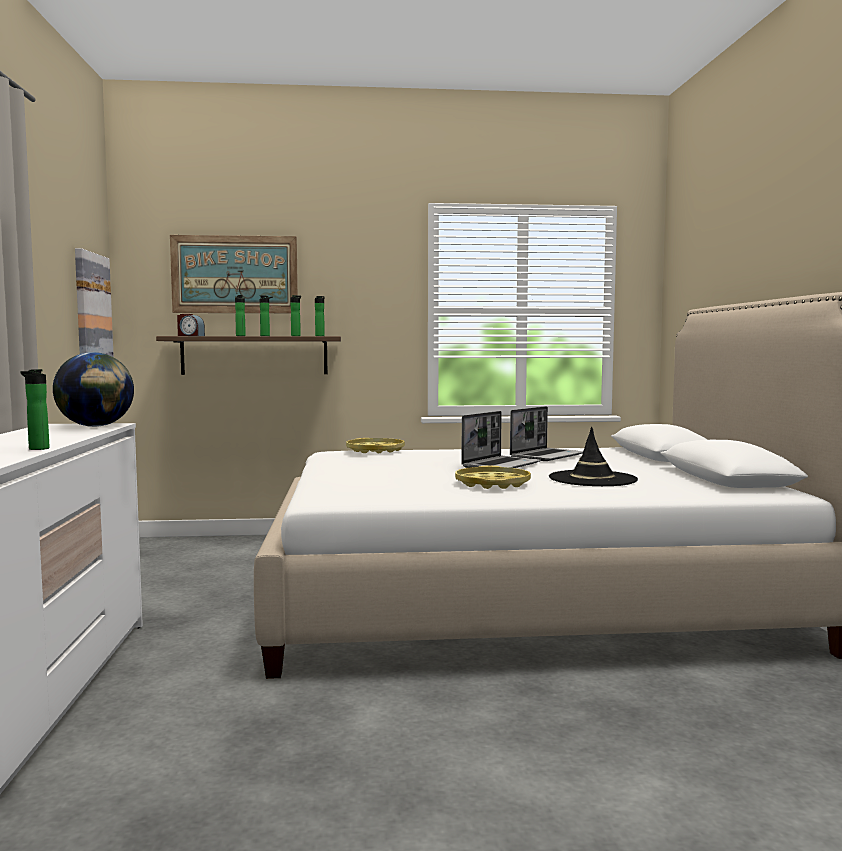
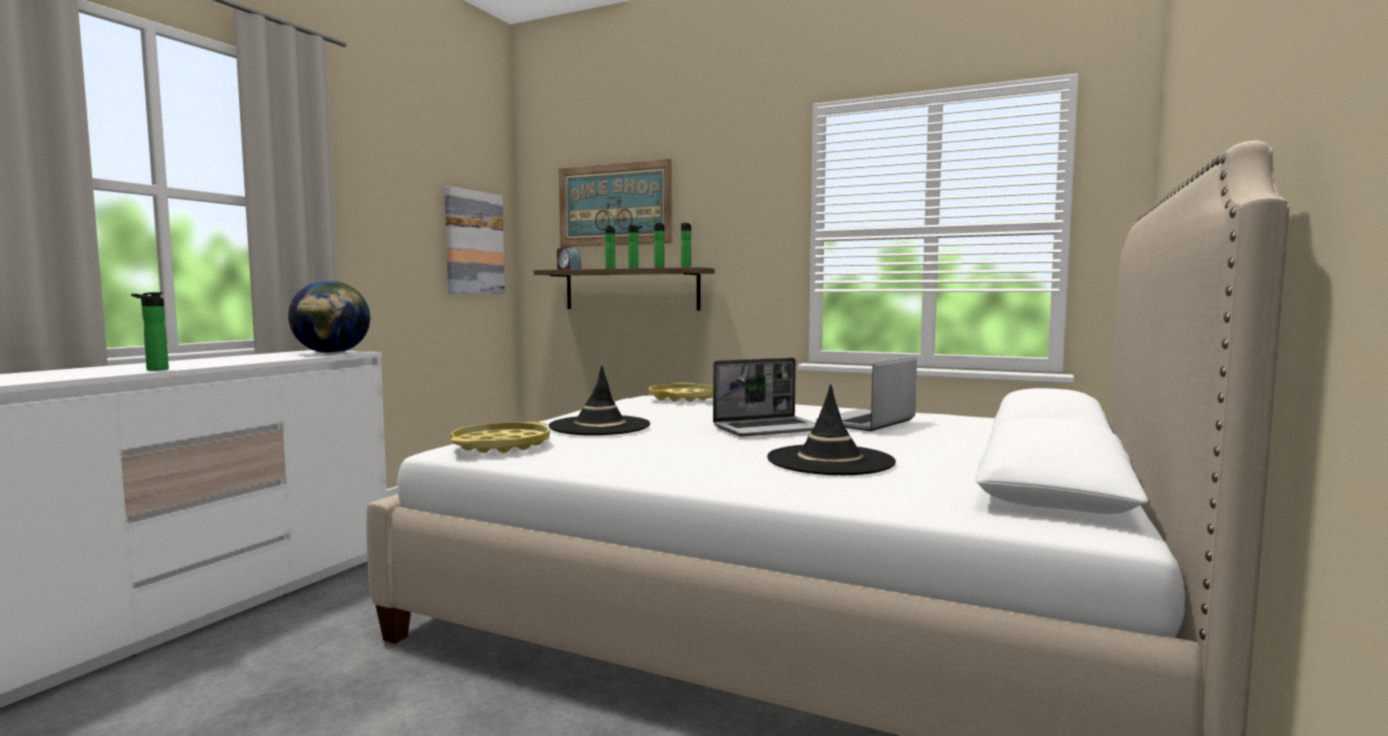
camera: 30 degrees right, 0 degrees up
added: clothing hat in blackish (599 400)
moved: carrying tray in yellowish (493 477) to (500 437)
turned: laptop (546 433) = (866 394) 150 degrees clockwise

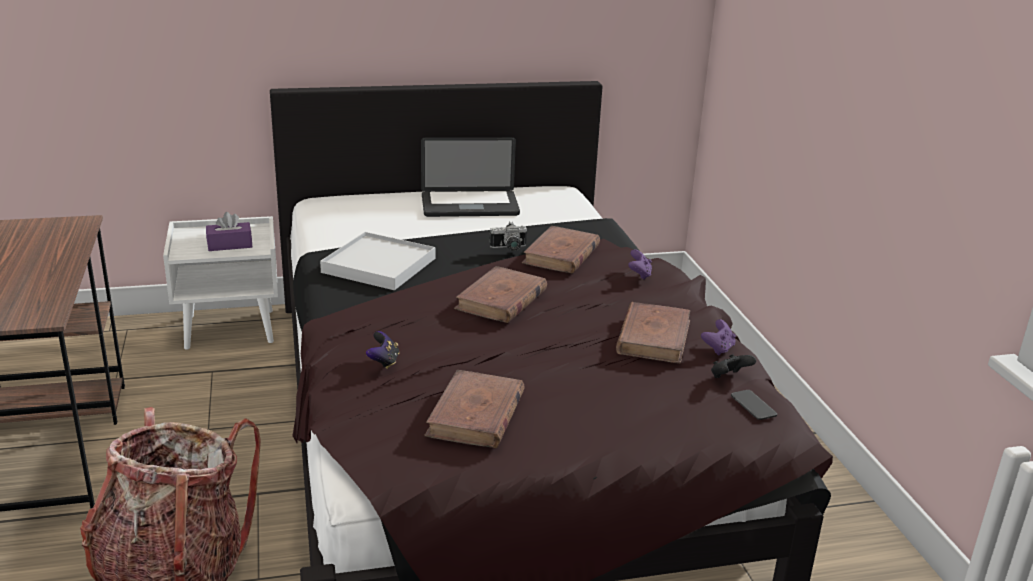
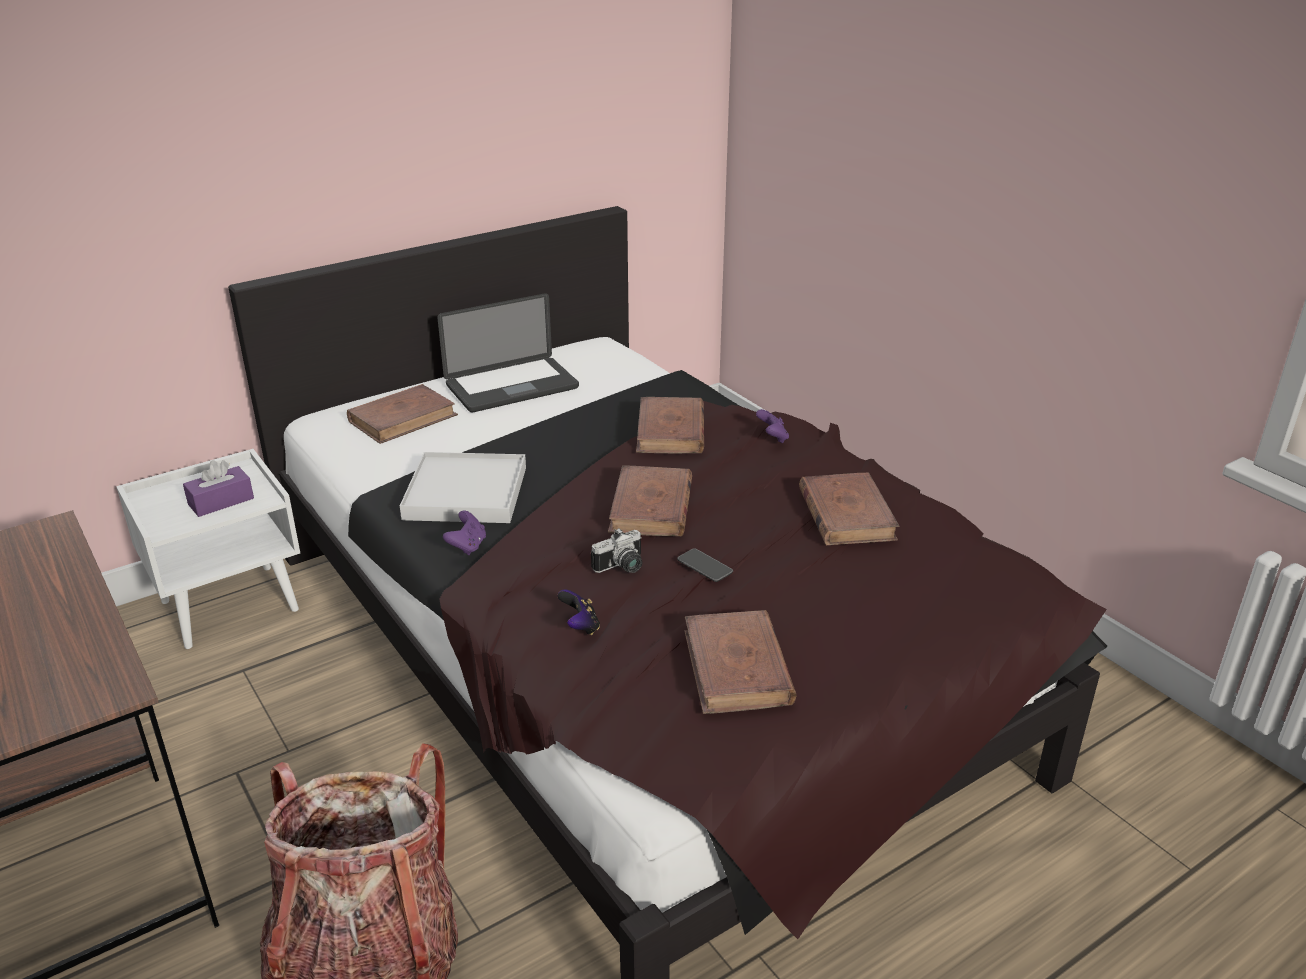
camera: 20 degrees left, 5 degrees up
removed: gamepad in blackish (733 366)
added: bound book in brownish (402 414)
moved: still camera (508 236) to (616 550); gamepad in purplish (718 337) to (464 533); phone (754 405) to (705 565)

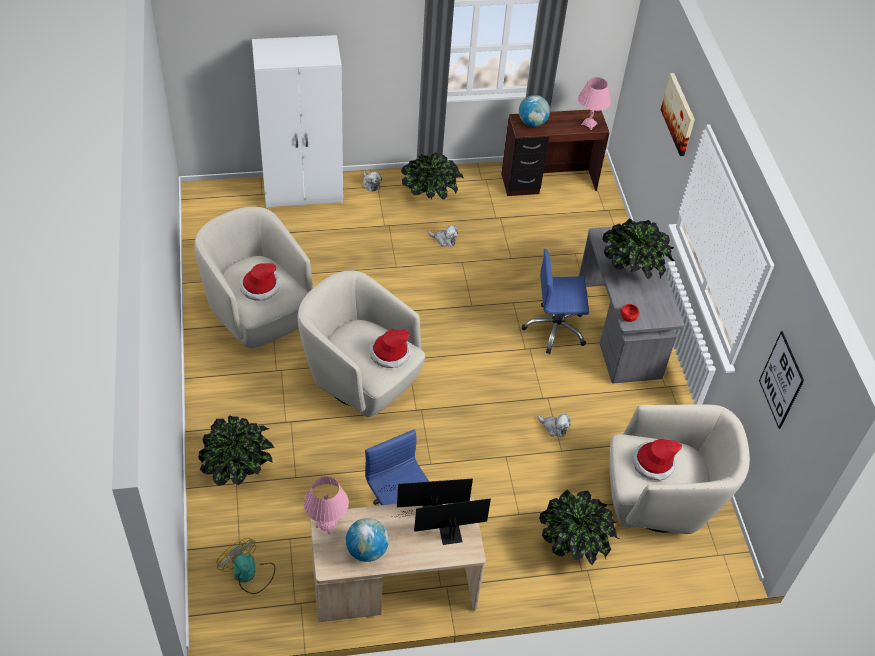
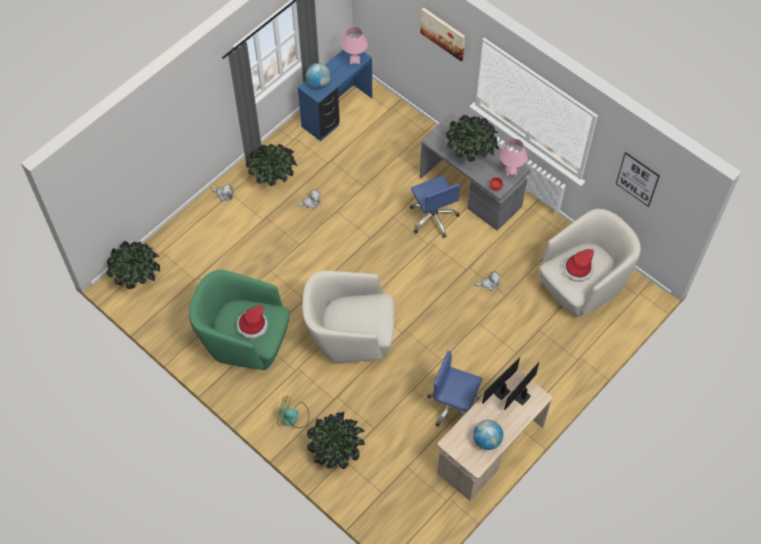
camera: 35 degrees left, 10 degrees up
removed: armoire in white (297 121); clothing hat (390 348)
moved: lamp for a table in pinkish (326 505) to (514 157); plant in a pot (579 527) to (133 265); fan (246 566) to (293 412)
recoloured: desk table in brownish (555 153) to desk table in blue-coloured (335 95); lounge chair in sand-coloured (254 277) to lounge chair in greenish (239 320)
turned: computer chair in blue-coloured (555 301) = (435 206) 75 degrees counterclockwise

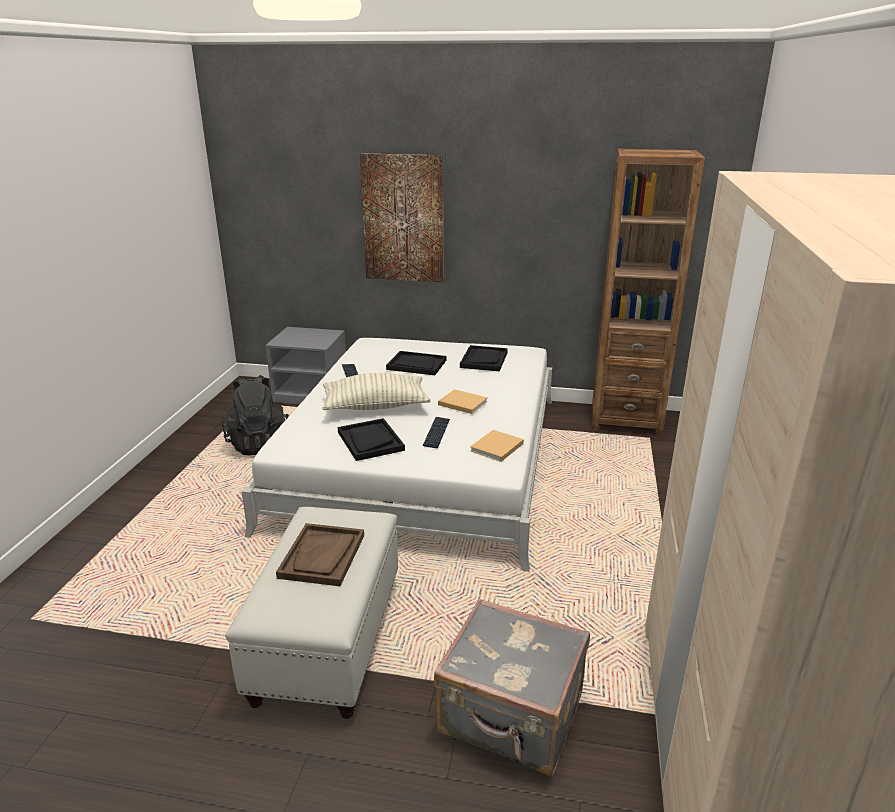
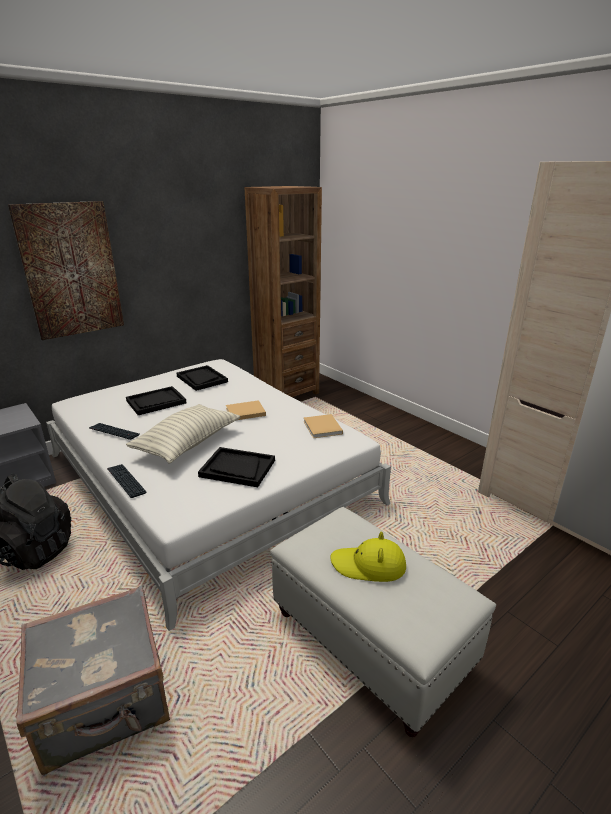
camera: 50 degrees left, 0 degrees up
moved: keyboard (436 432) to (126 481); suitcase in greyish (512 687) to (93 680)
replaced: carrying tray in brownish (320 554) to clothing hat in yellowish (368 556)

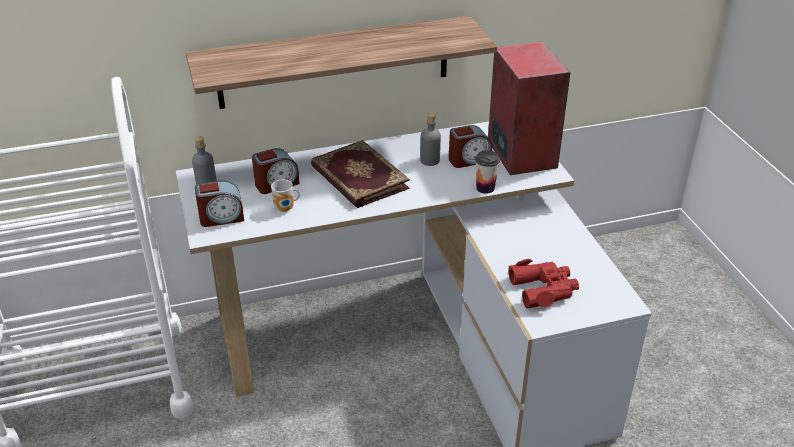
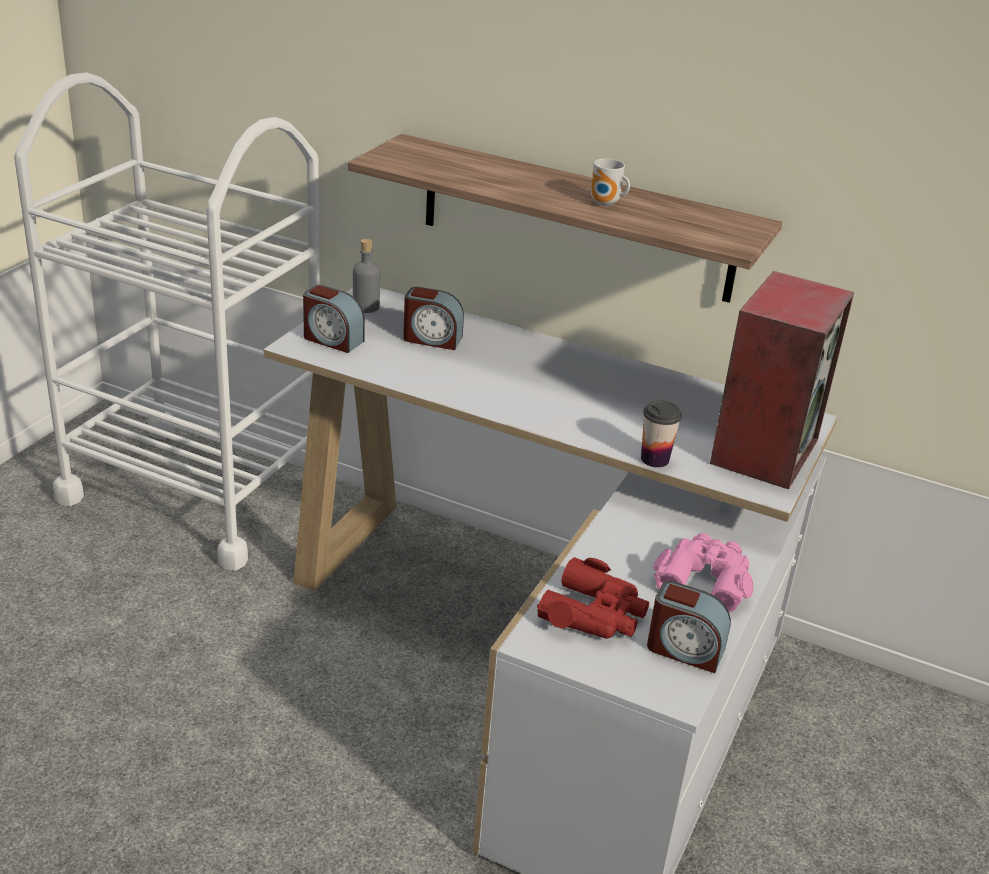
camera: 40 degrees right, 5 degrees down
removed: drink bottle in greyish (430 139); bound book (360 174)
added: binoculars in pinkish (703 572)
moved: alarm clock (470 146) to (689 627); tea mug (285 196) to (610 182)

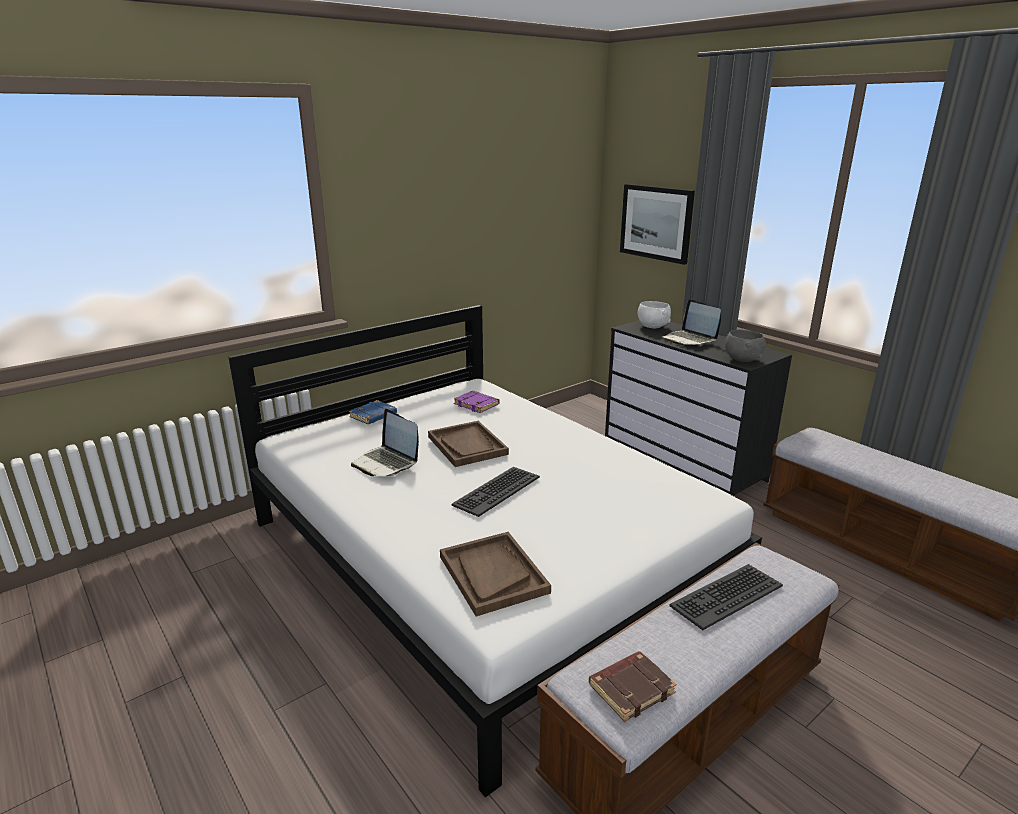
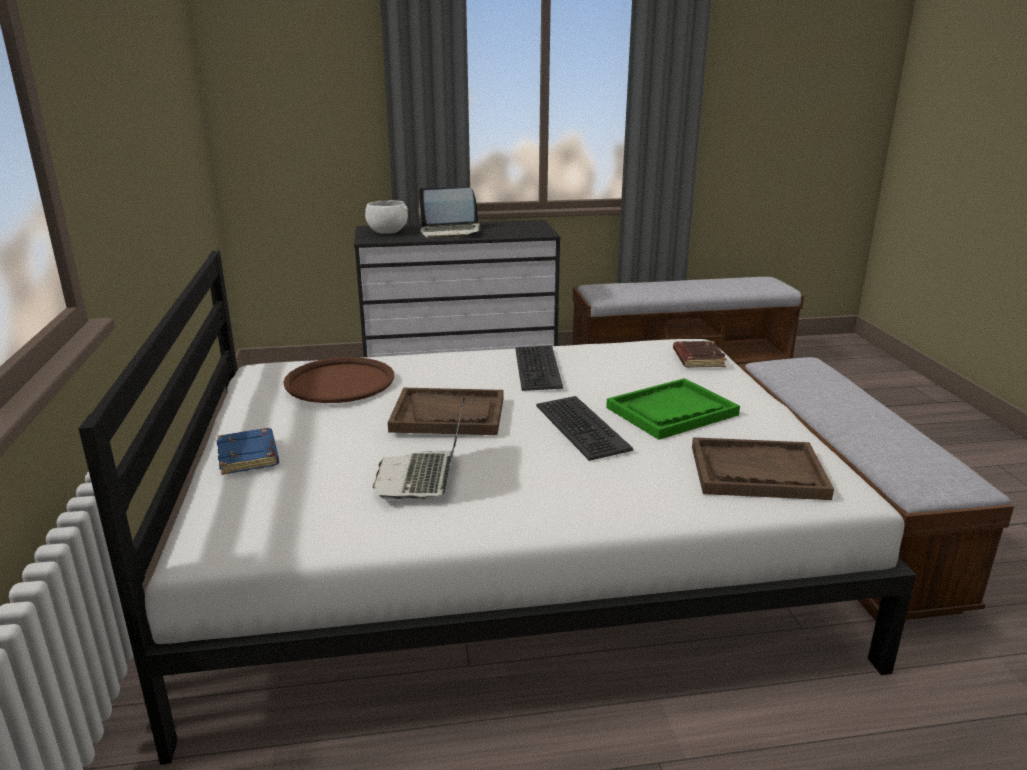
camera: 60 degrees left, 0 degrees up
removed: wall art (657 224); bowl in greyish (745 346)
added: carrying tray in greenish (673 409)
moved: keyboard (726 597) to (539 368); bound book in brownish (633 686) to (700 354)
replaced: bound book in purplish (476 402) to carrying tray in brownish (338 380)
turned: laptop (385 442) = (419 449) 105 degrees clockwise

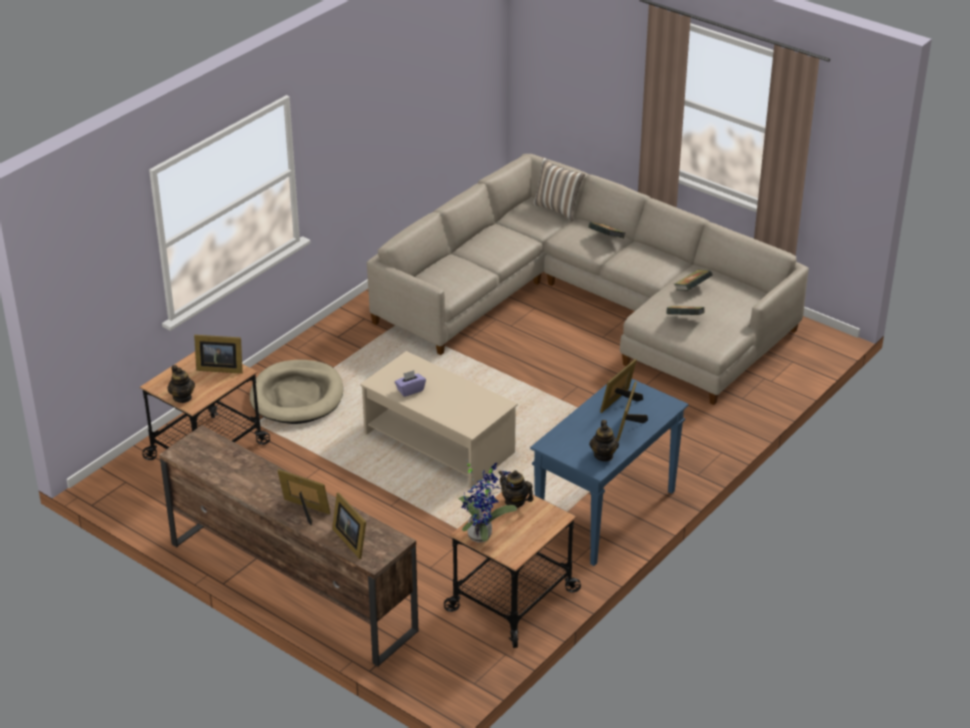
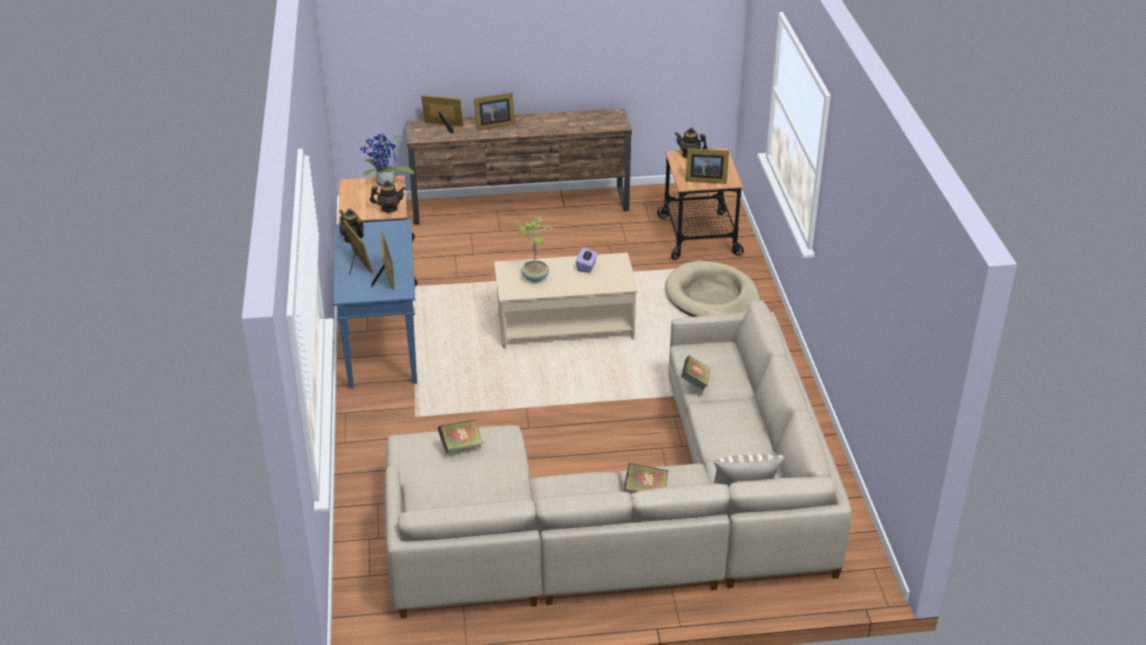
camera: 135 degrees right, 0 degrees up
added: plant in a pot (535 249)
moved: bound book (693 280) to (696 373)
turned: standing frame (218 354) = (707 166) 135 degrees counterclockwise

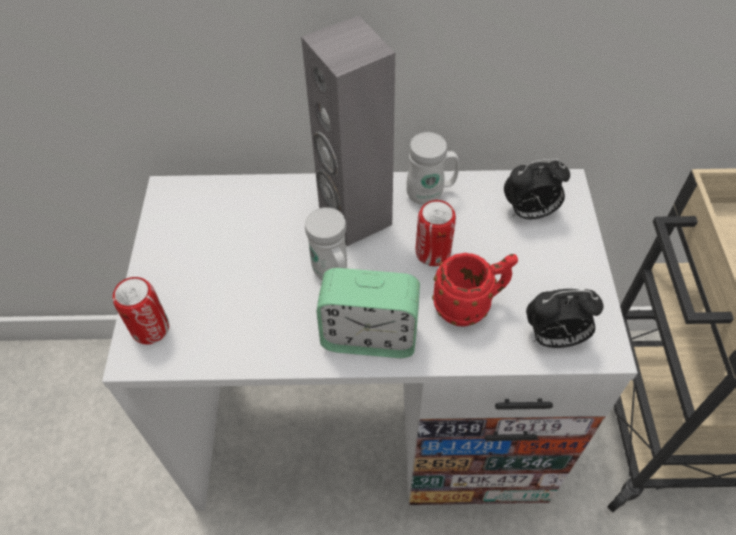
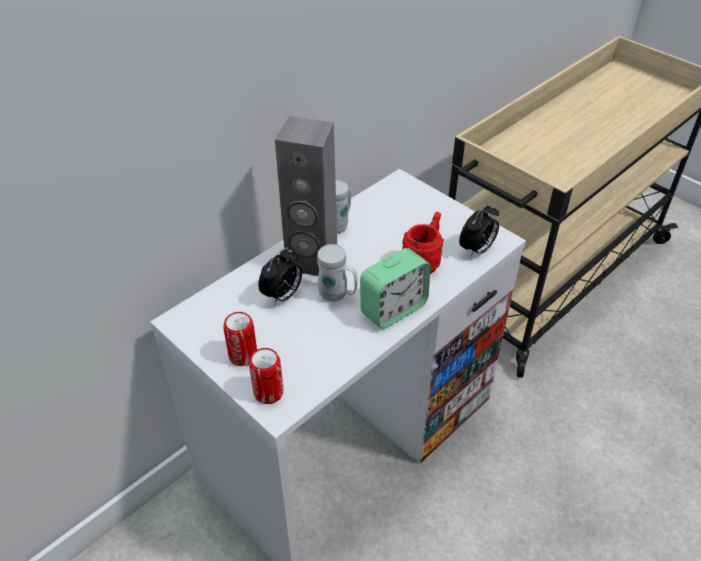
camera: 45 degrees left, 10 degrees down
moved: alarm clock (537 189) to (280 277); metal can (436 233) to (240 339)

